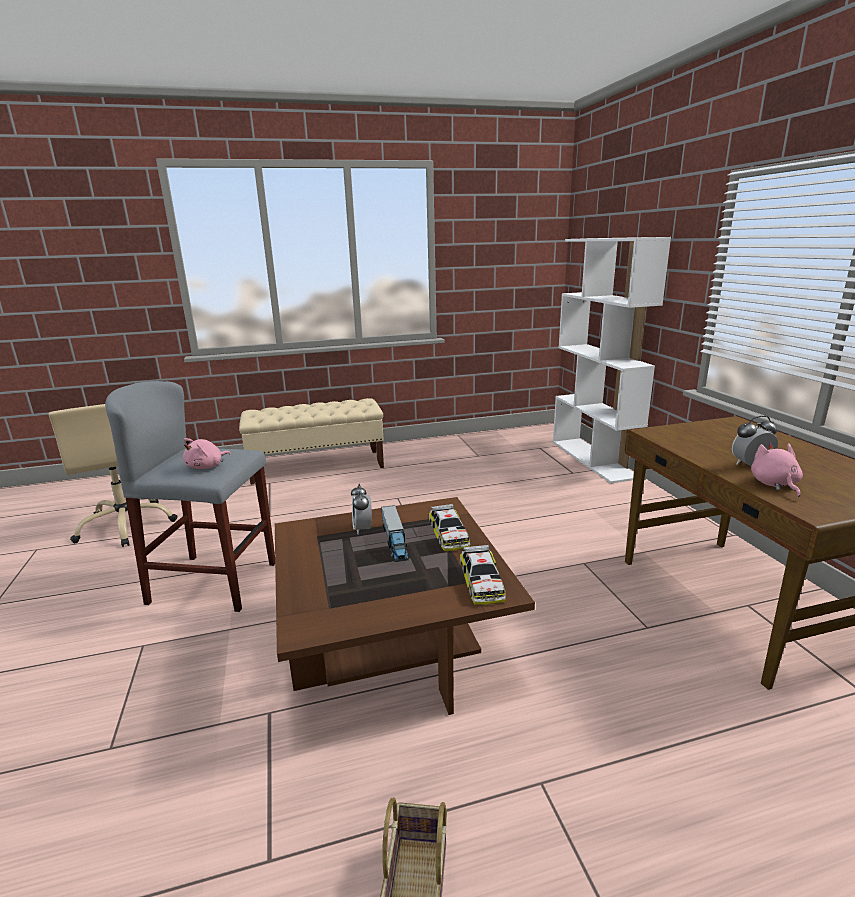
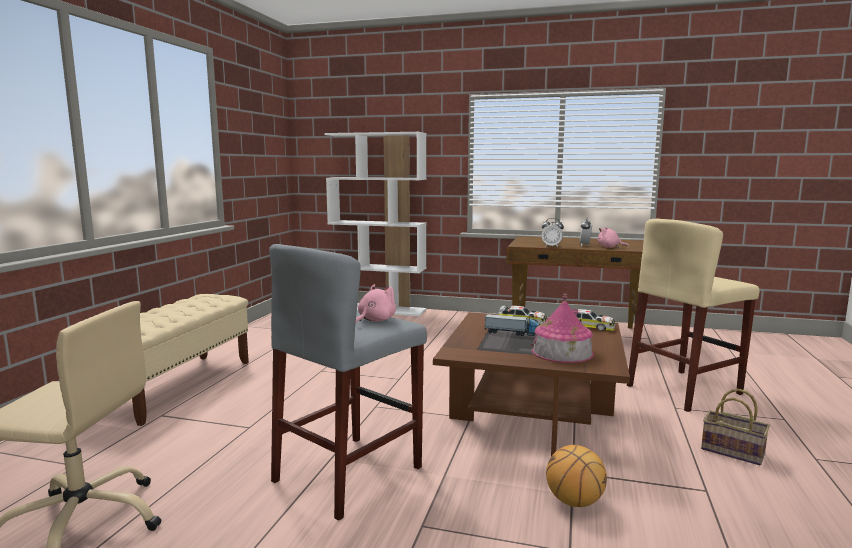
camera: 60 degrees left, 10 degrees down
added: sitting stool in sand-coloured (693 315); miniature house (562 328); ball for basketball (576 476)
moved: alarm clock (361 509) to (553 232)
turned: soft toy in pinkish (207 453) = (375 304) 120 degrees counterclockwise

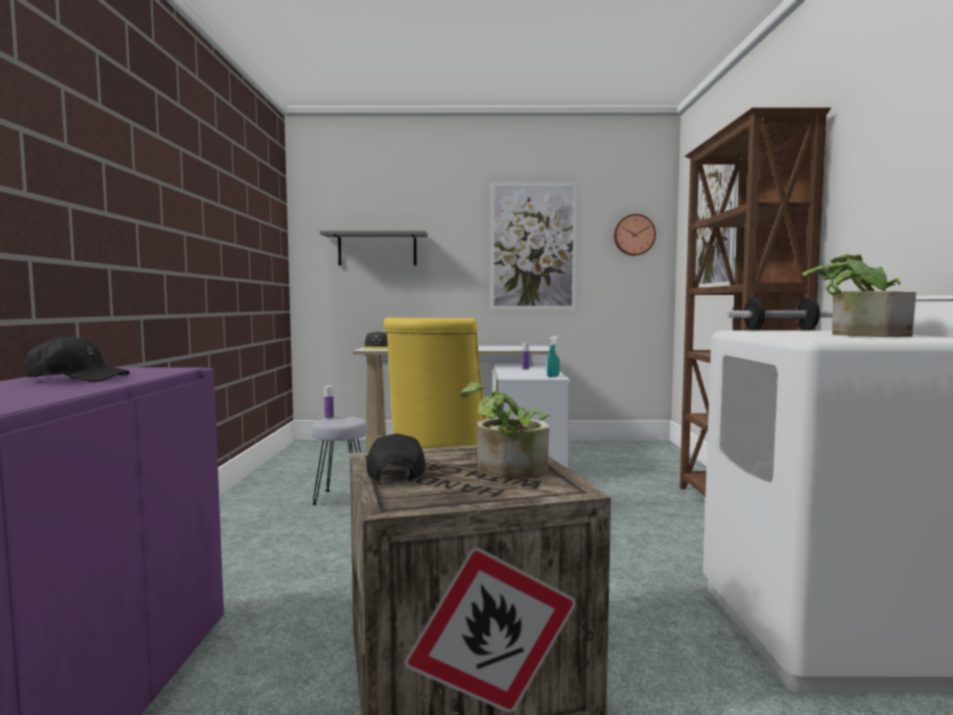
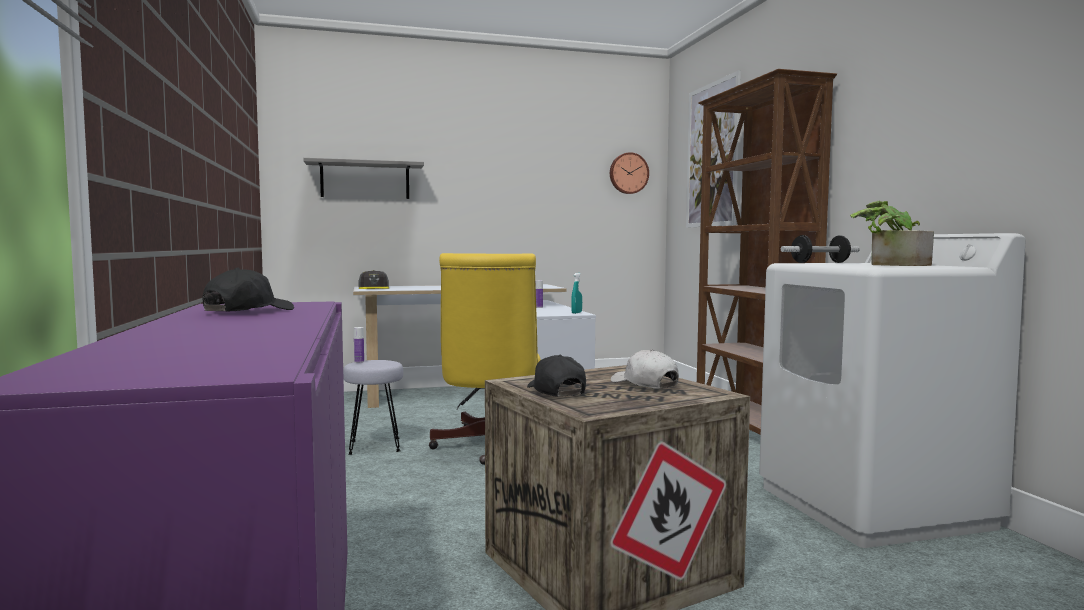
camera: 15 degrees left, 0 degrees up
removed: wall art (534 246)
replaced: plant in a pot (505 429) to peaked cap in white (645 369)
turned: peaked cap in blackish (77 358) = (248 289) 45 degrees counterclockwise

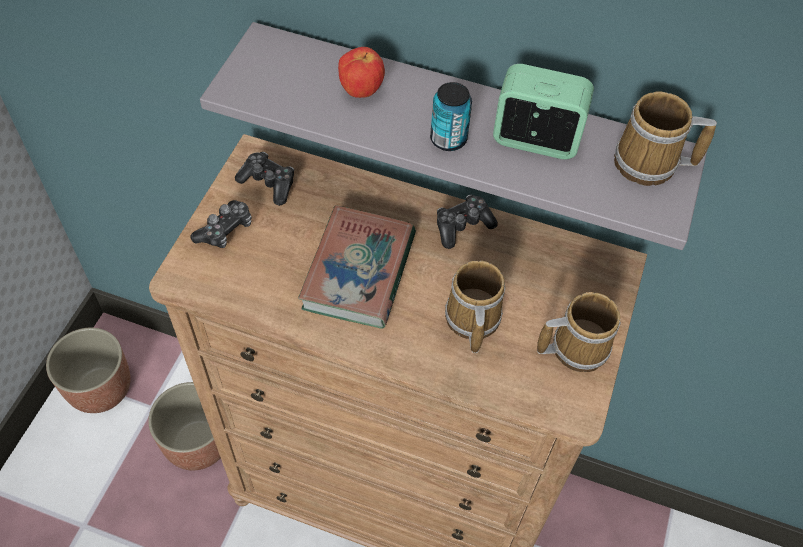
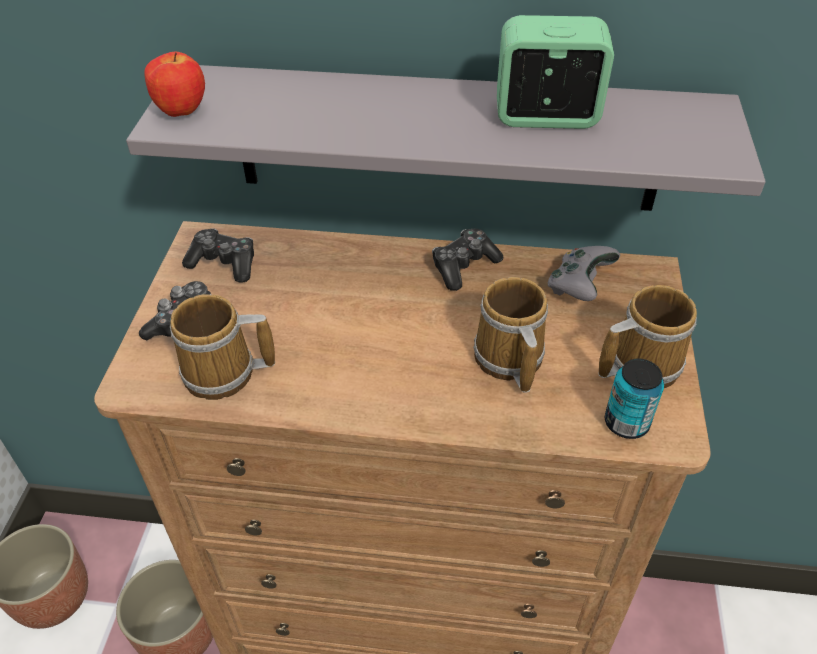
camera: 10 degrees left, 10 degrees down
removed: bound book (357 267)
added: gamepad in greyish (584 273)
moved: apple fruit (361 72) to (174 84); metal can (451 116) to (634 399); tea mug (665 139) to (222 347)

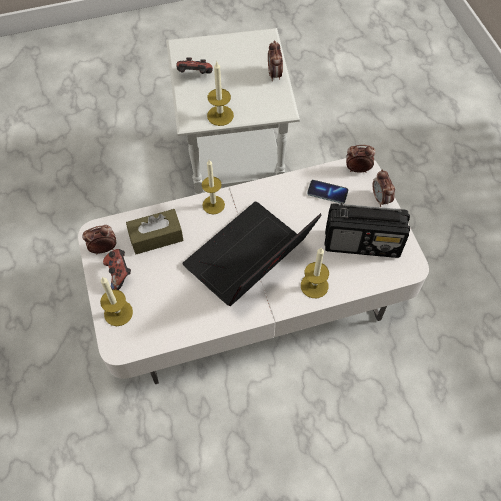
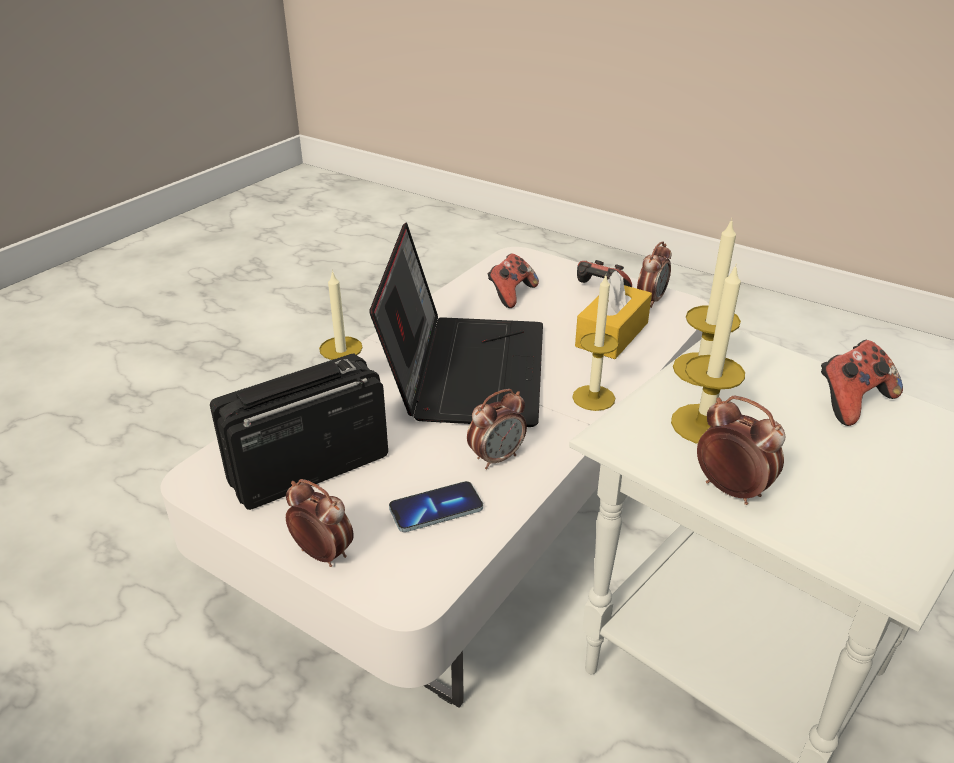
camera: 140 degrees right, 25 degrees down
added: gamepad (513 281)
moved: alarm clock (360 159) to (497 429); wax light (116 301) to (708 354)
recoloured: box of tissues in brownish (155 231) to box of tissues in yellowish (613 315)

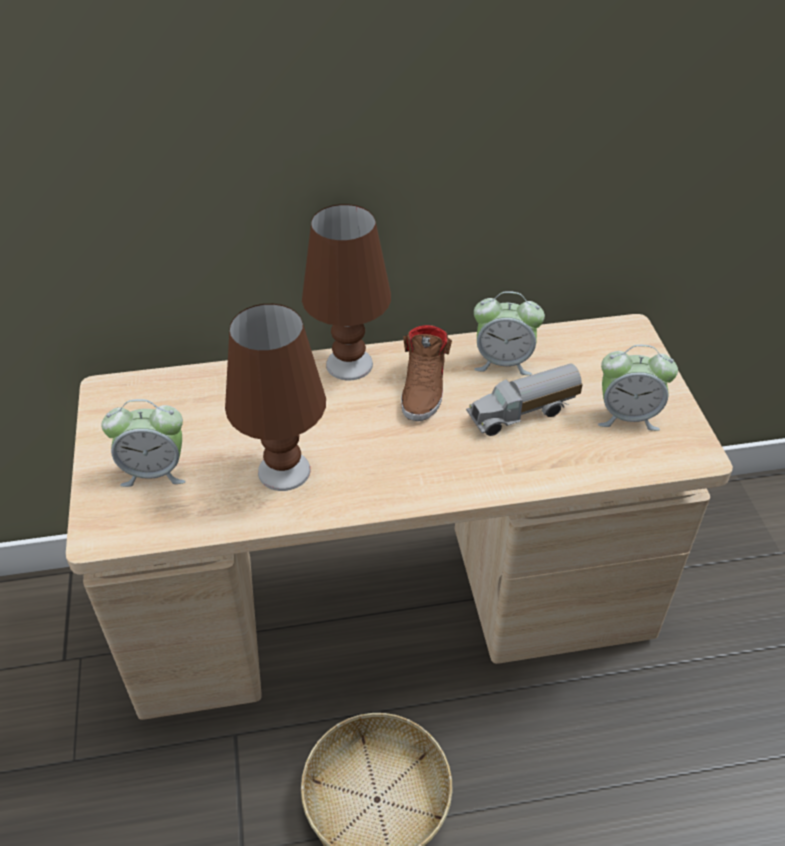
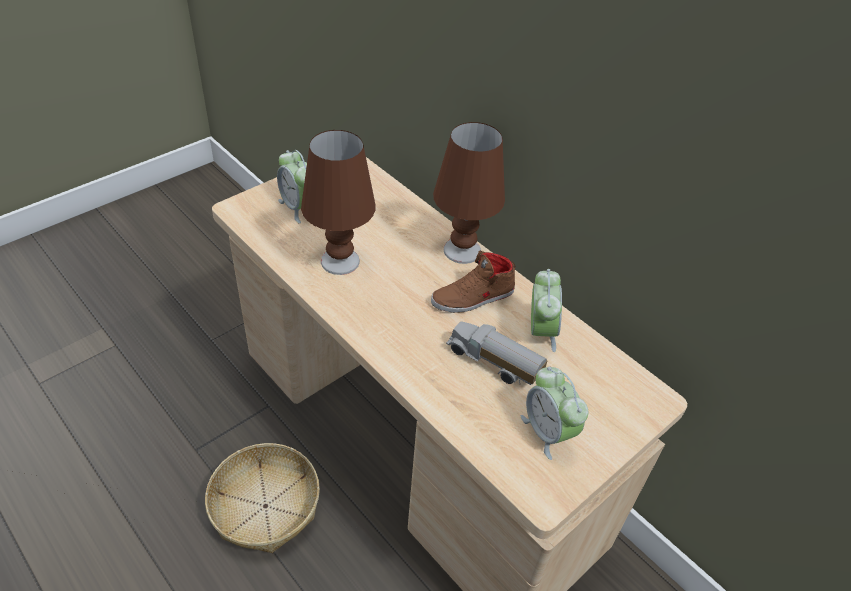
camera: 55 degrees right, 0 degrees up
turned: alarm clock (509 333) = (546 310) 150 degrees counterclockwise

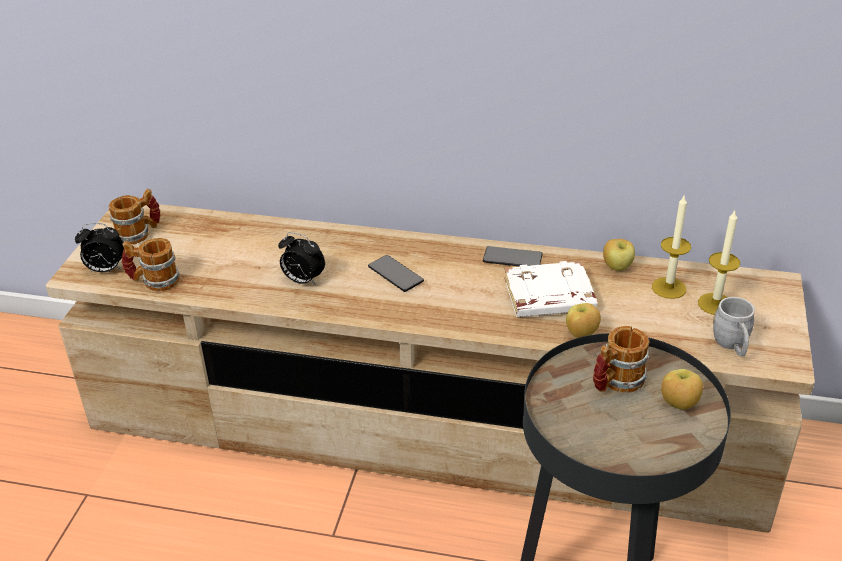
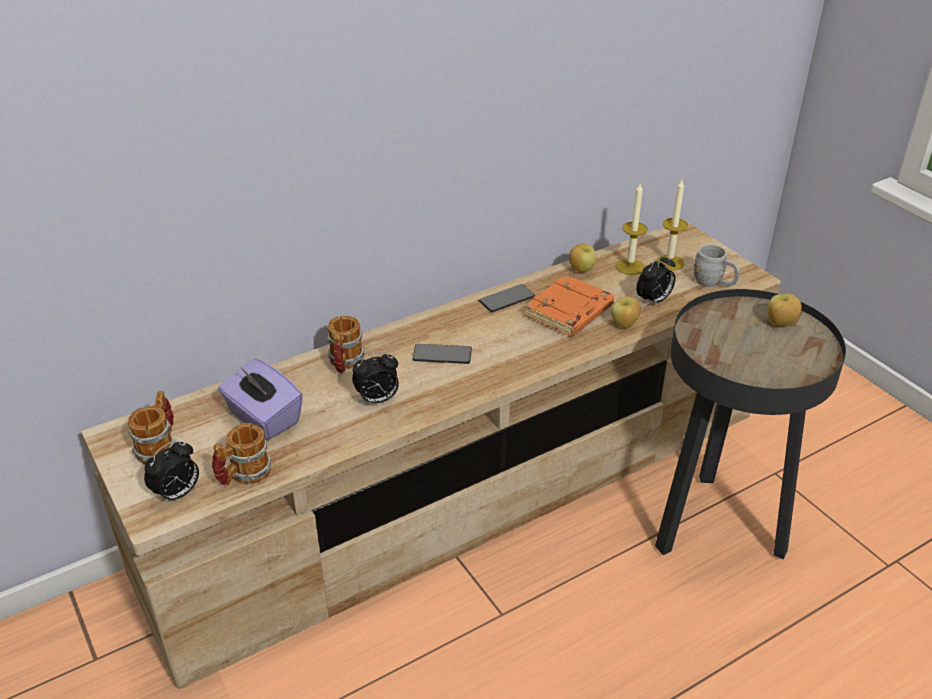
camera: 45 degrees left, 0 degrees up
added: alarm clock (656 280); box of tissues in purplish (260 399)
moved: tea mug (621 359) to (345 345)
recoloured: bound book in white (550 289) to bound book in orangey (569 305)

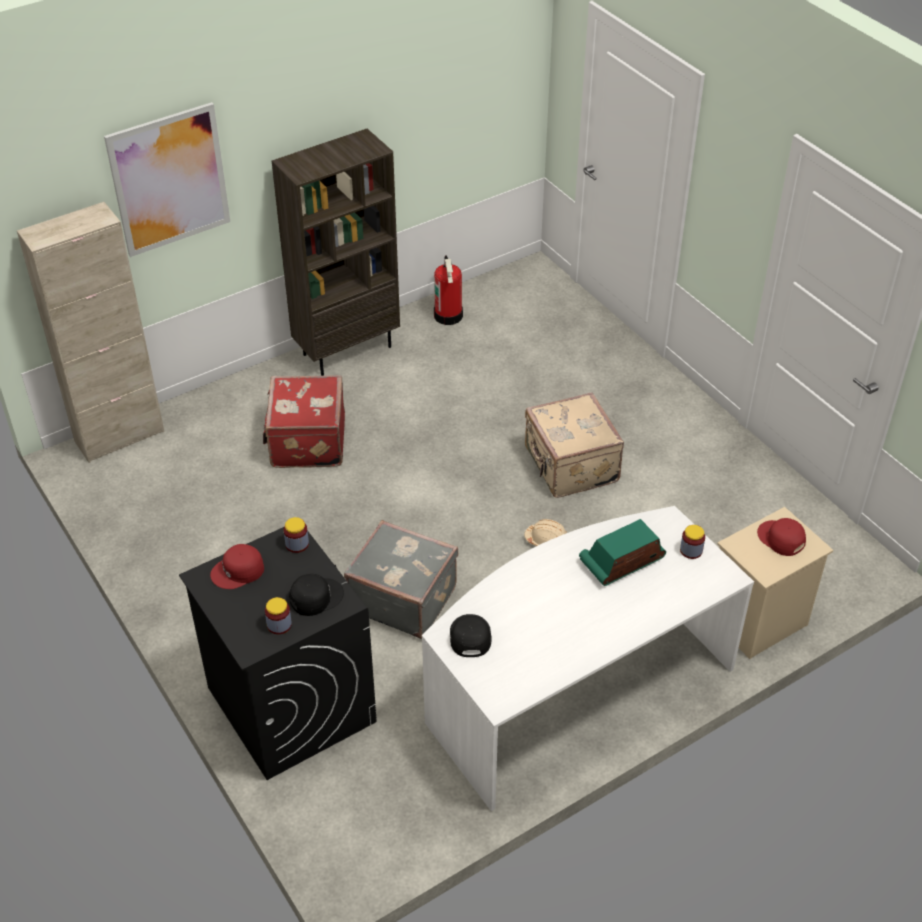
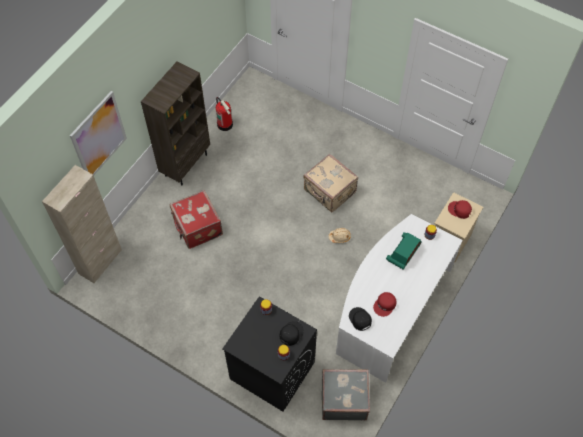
camera: 25 degrees left, 15 degrees up
moved: suitcase in greyish (401 579) to (346 394); peaked cap in red (237 566) to (384 304)

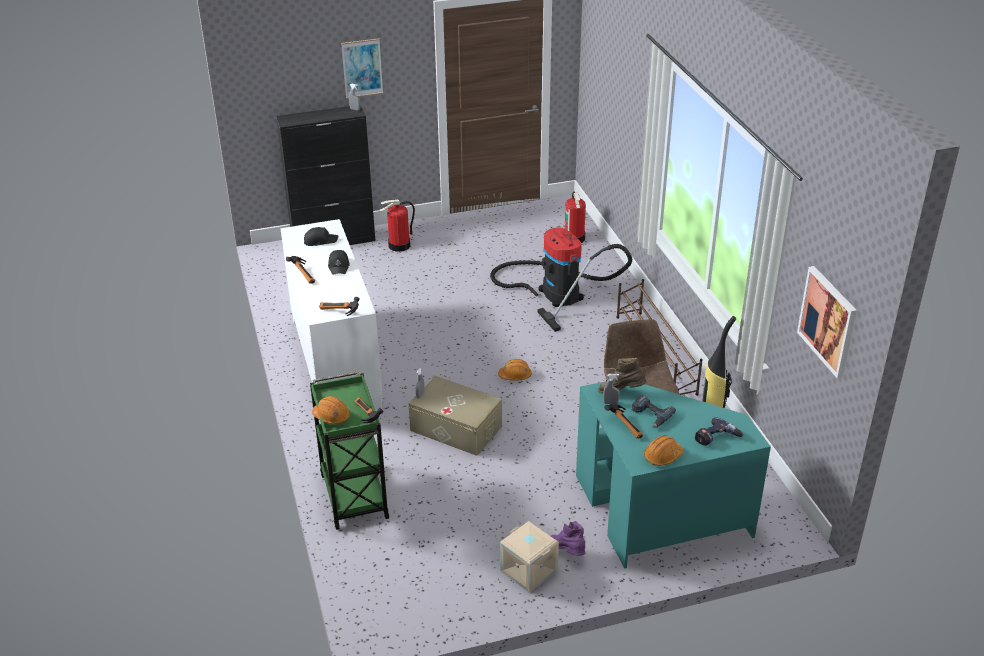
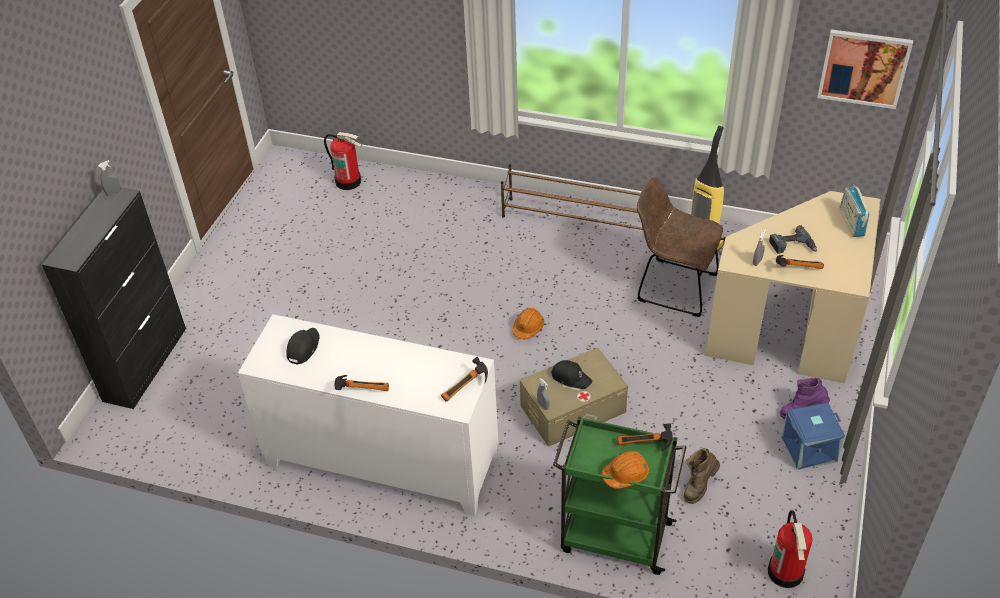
camera: 55 degrees left, 10 degrees up
removed: wall art (362 68); hoover (561 279); safety helmet in orangey (663 450)
moved: extinguisher (397 226) to (789 549); peaked cap in blackish (339 262) to (571 374); high-top boot in brownish (622 376) to (701 476)
replaced: drill (719 431) to radio (855 211)
recoloured: desk table in turquoise-coloured (673 475) to desk table in sand-coloured (792 287); storage container in sand-coloured (529 557) to storage container in blue-coloured (813 436)

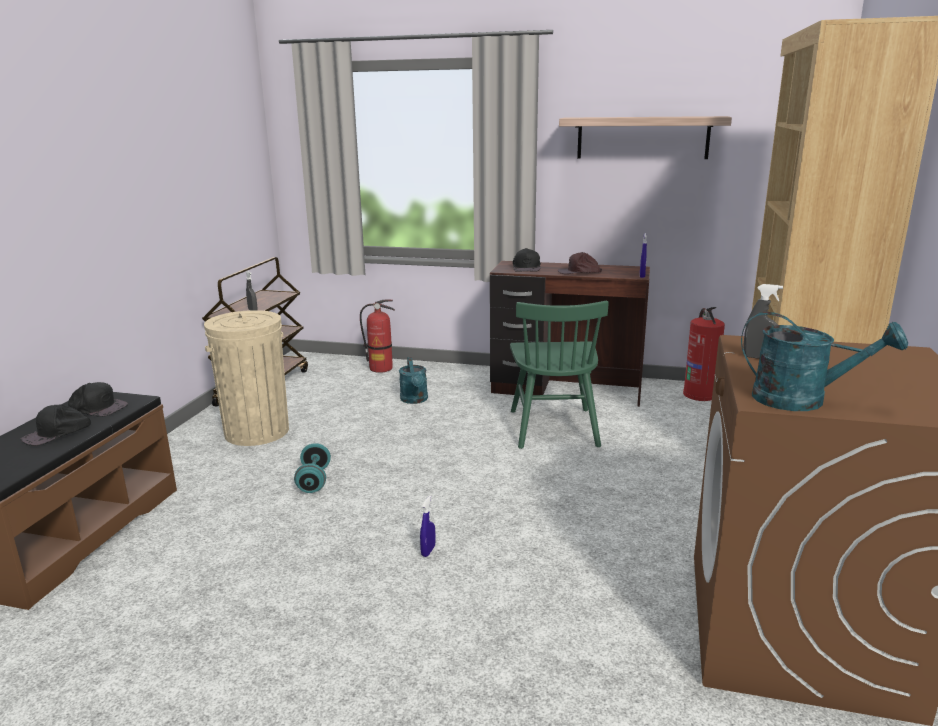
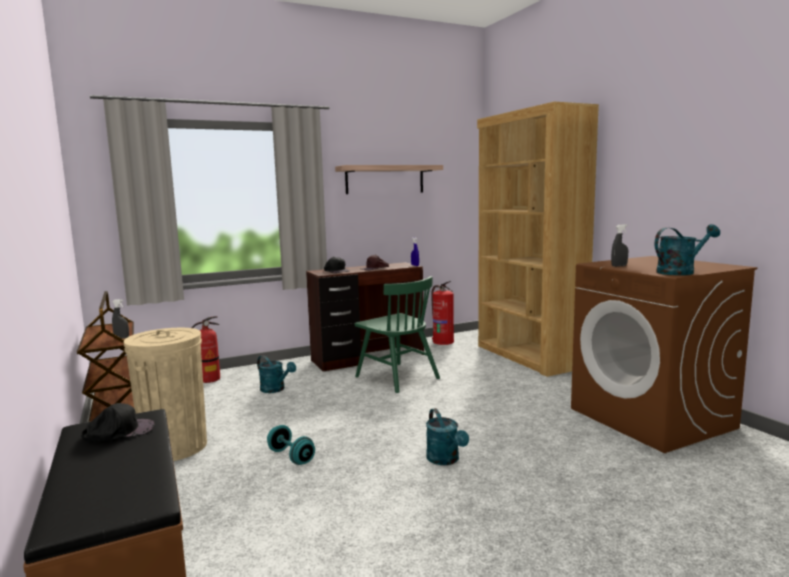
camera: 40 degrees left, 10 degrees down
removed: peaked cap in blackish (56 425)
replaced: hand sprayer in blue-coloured (427 526) to sprinkling can in turquoise-coloured (447 436)

